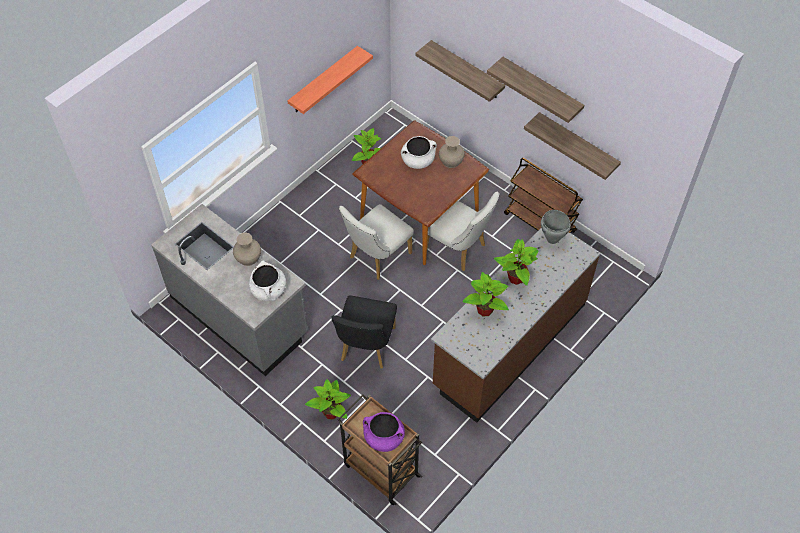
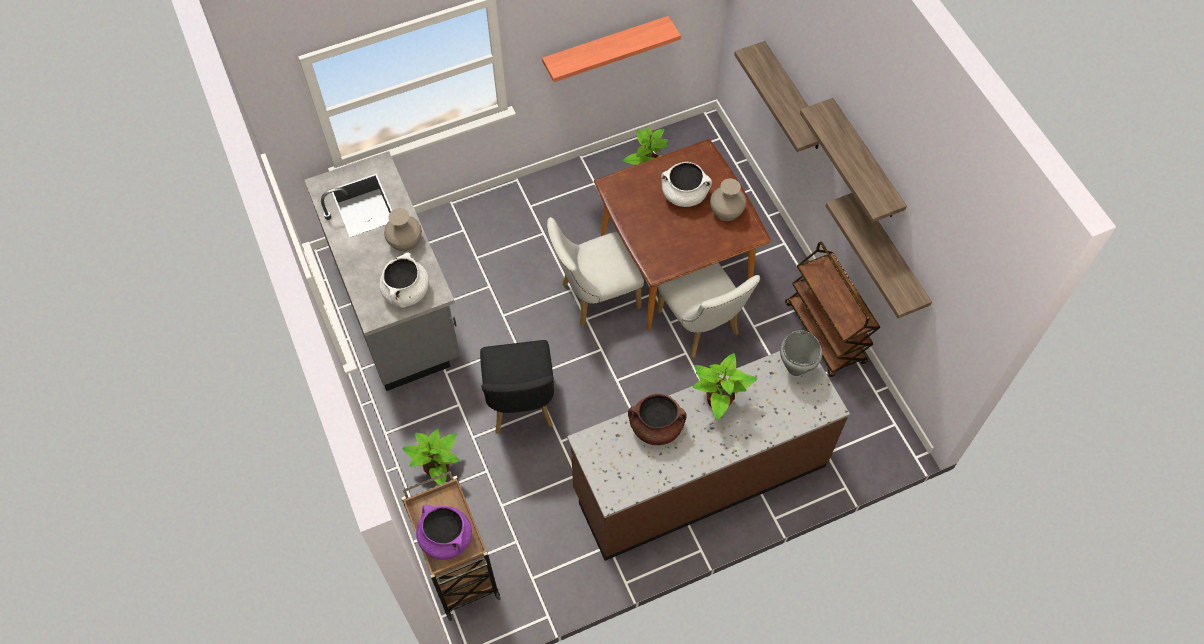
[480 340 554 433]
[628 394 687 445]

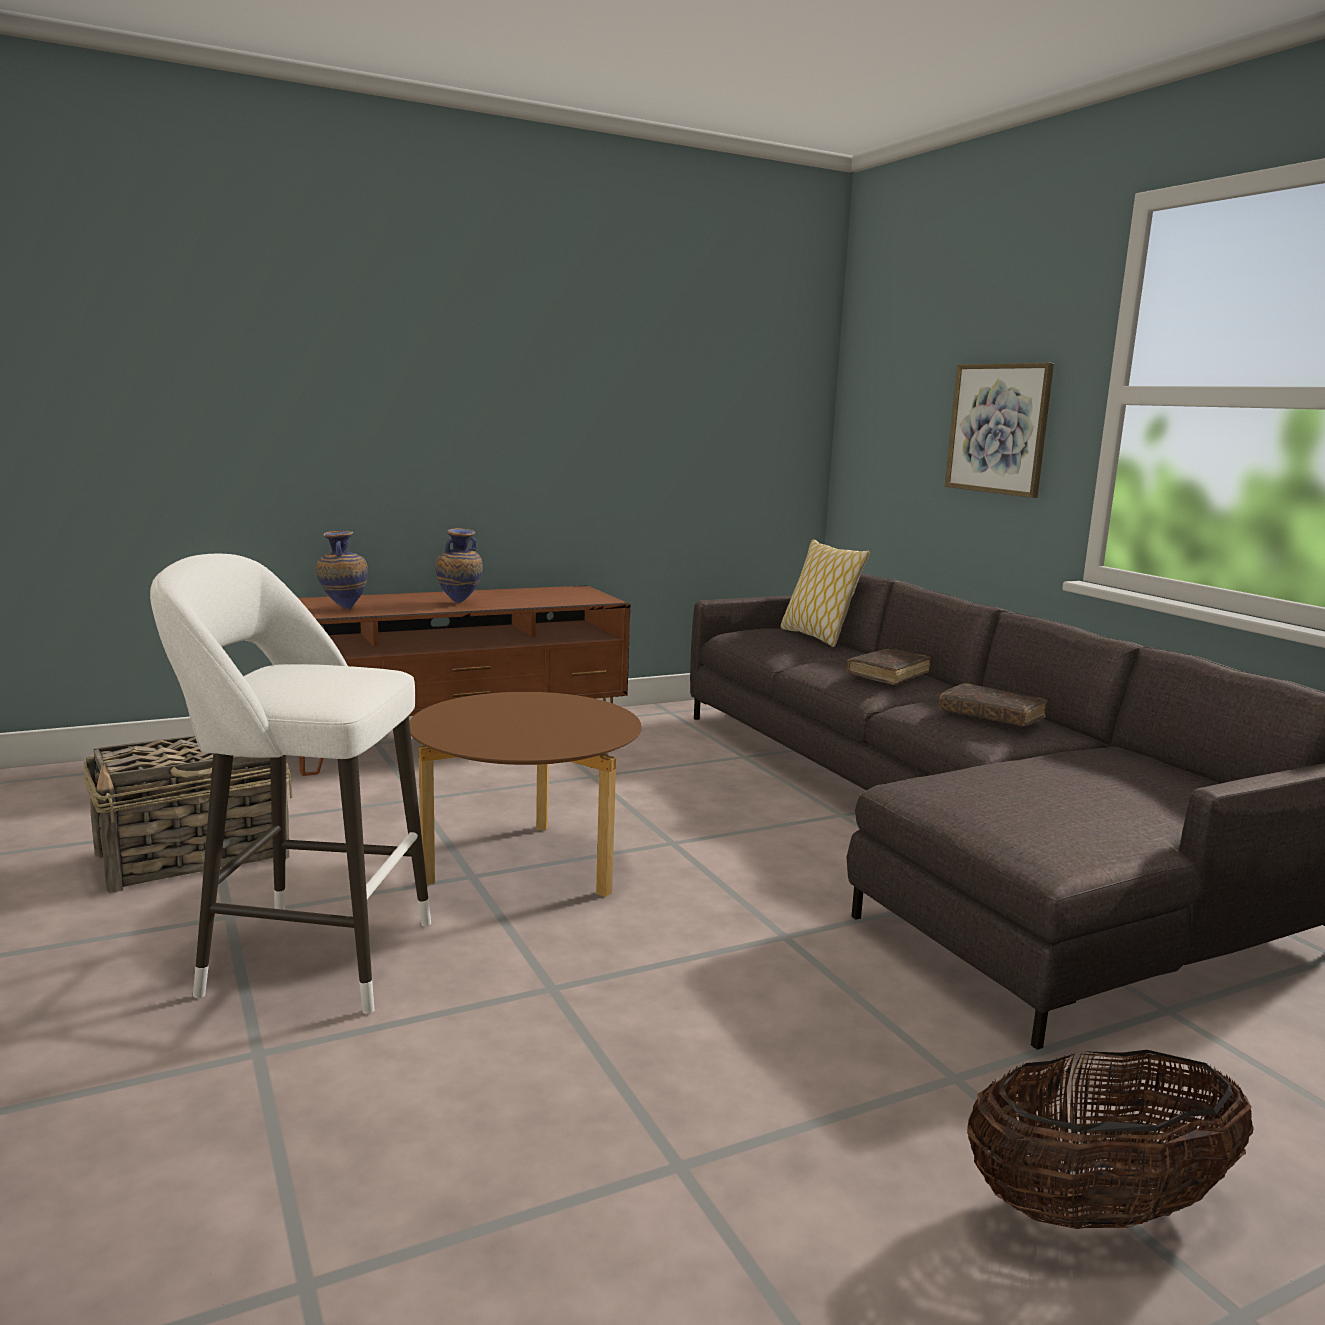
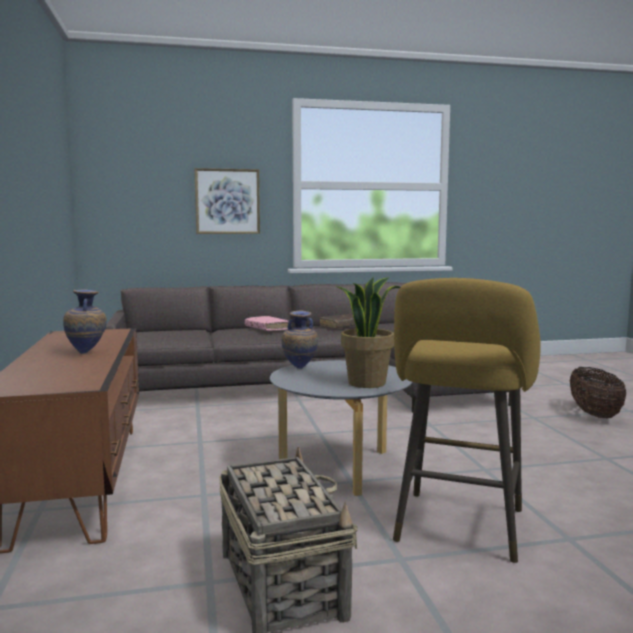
[245 316 289 331]
[270 360 412 496]
[281 310 318 369]
[335 277 400 388]
[393 278 541 563]
[781 539 870 647] (first image)

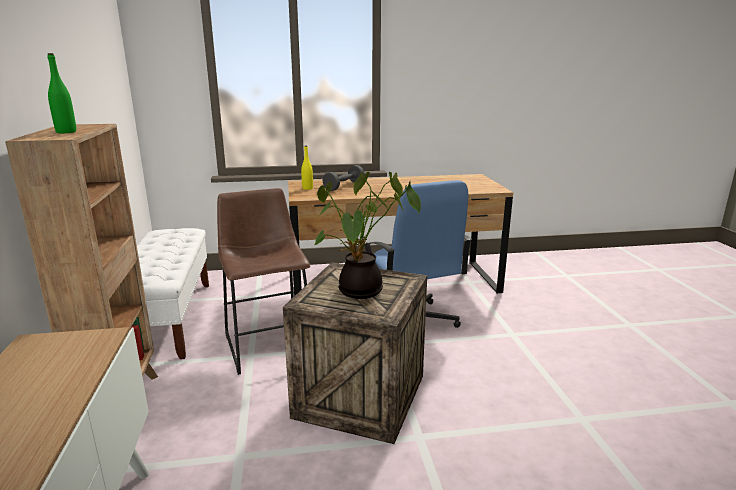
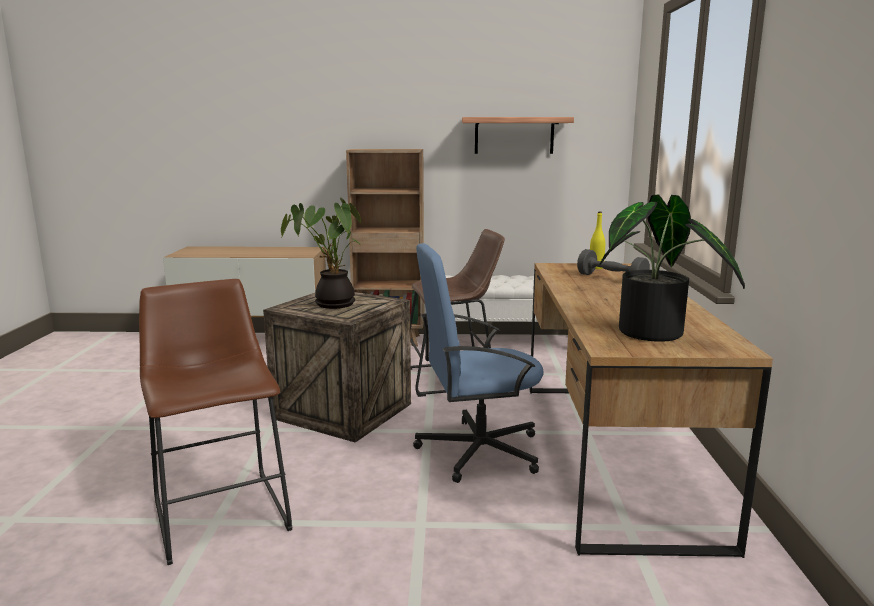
[139 279 293 565]
[462 117 574 154]
[599 194 745 342]
[47 53 76 133] (first image)

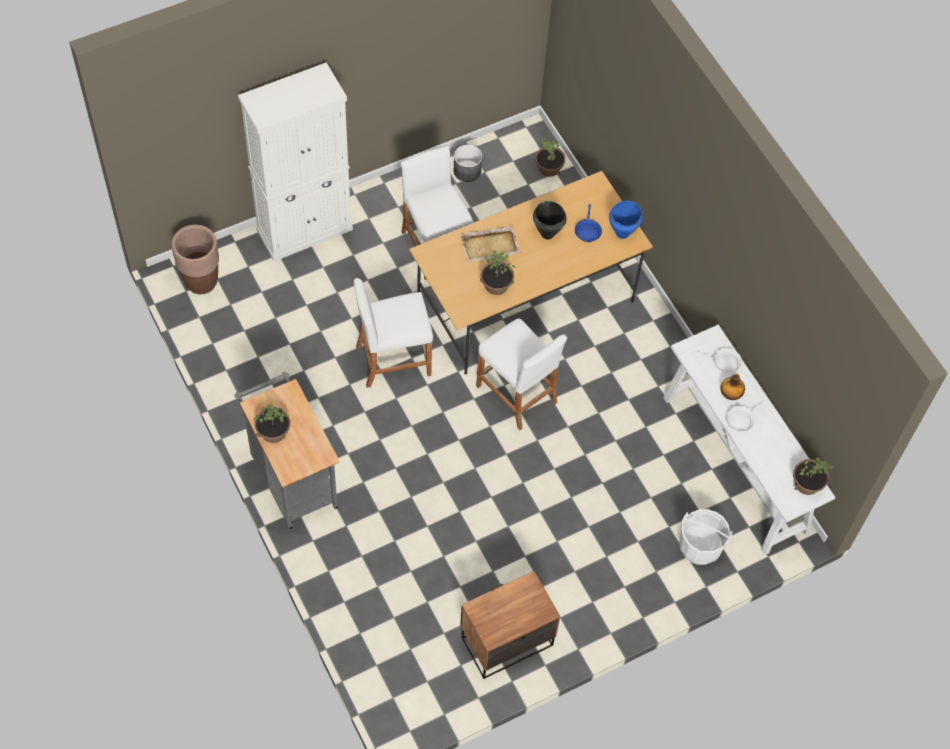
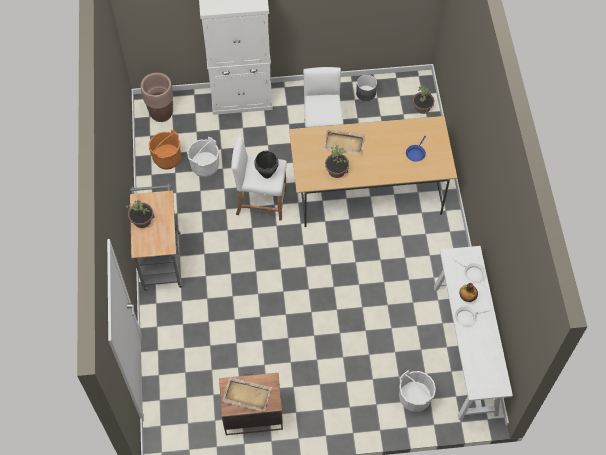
[149 130 181 170]
[187 137 219 177]
[222 377 272 412]
[254 151 279 178]
[476 318 567 430] (first image)
[609 200 643 239] (first image)
[793 458 834 495] (first image)

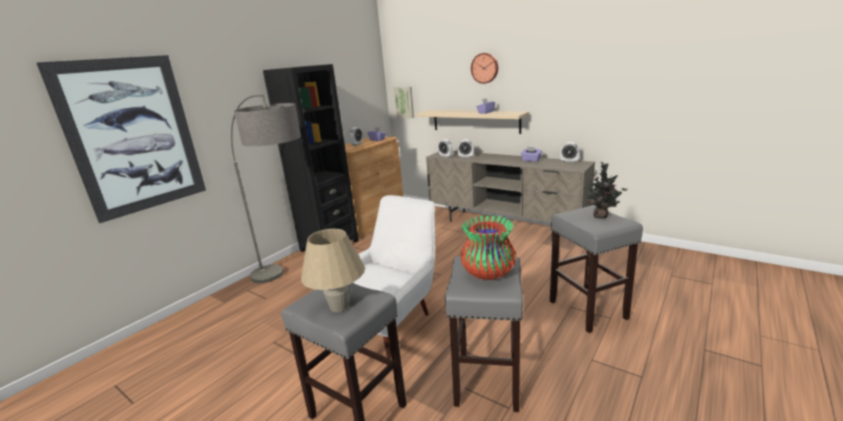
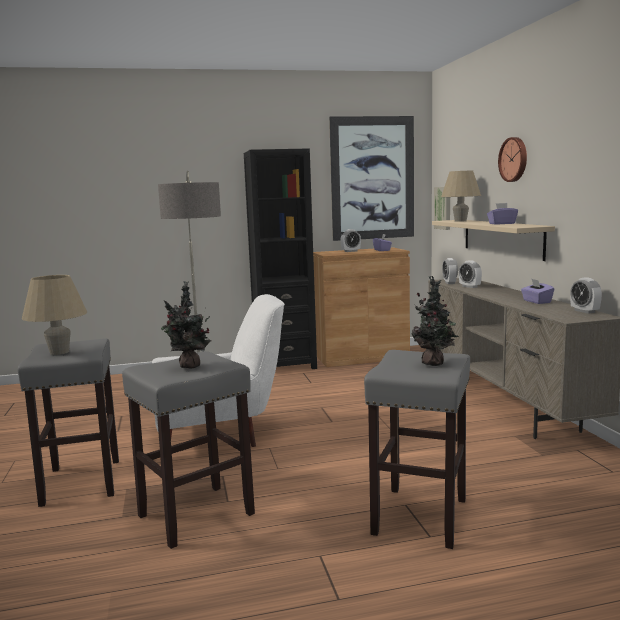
[161 281 211 369]
[329 116 414 241]
[441 171 481 222]

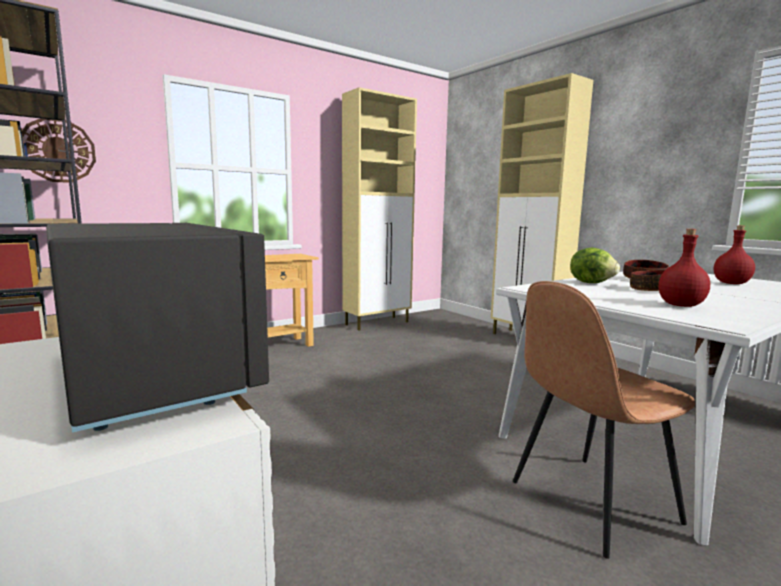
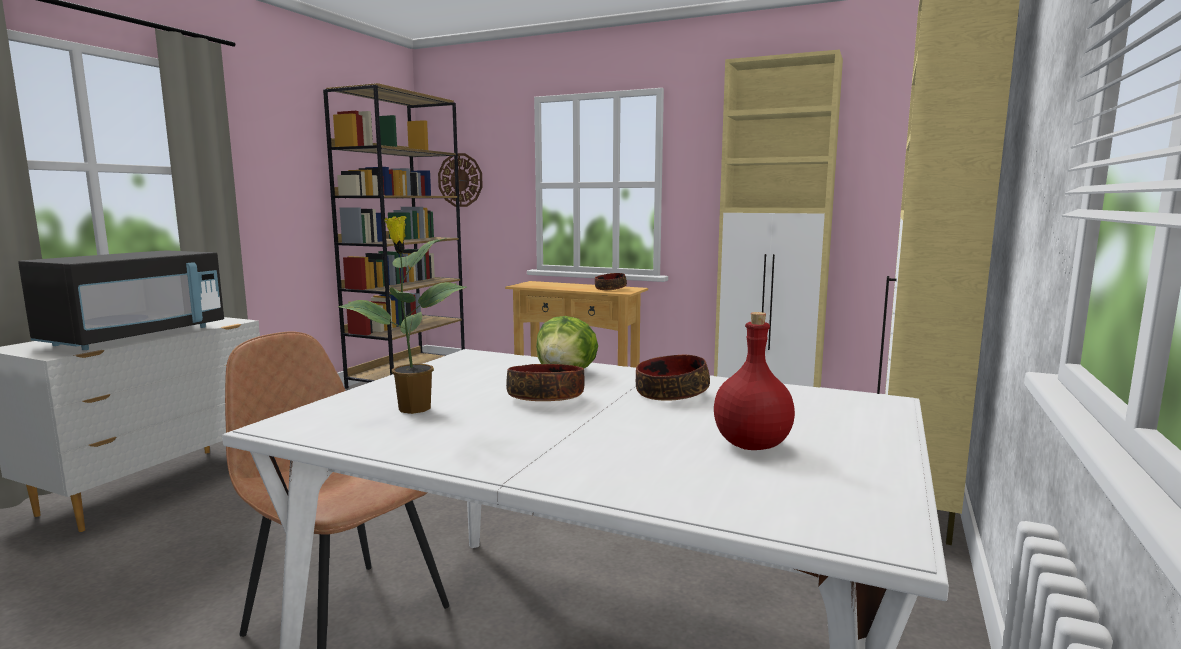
[337 216 466 414]
[595 273 627 290]

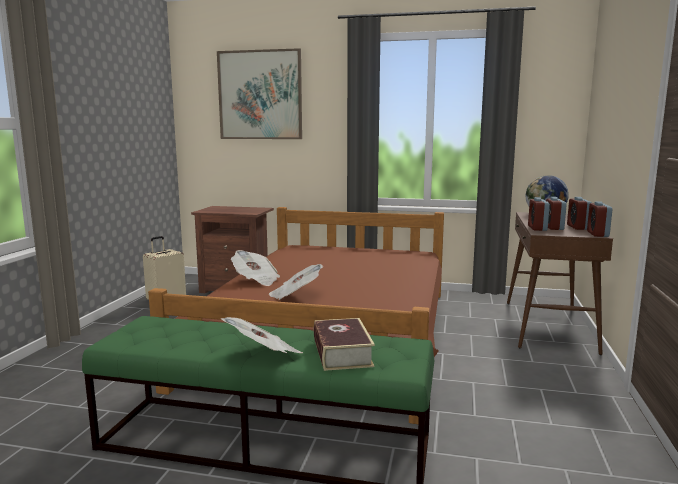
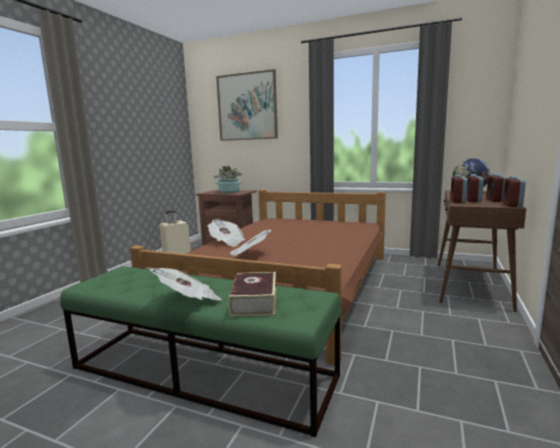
[213 166 243 193]

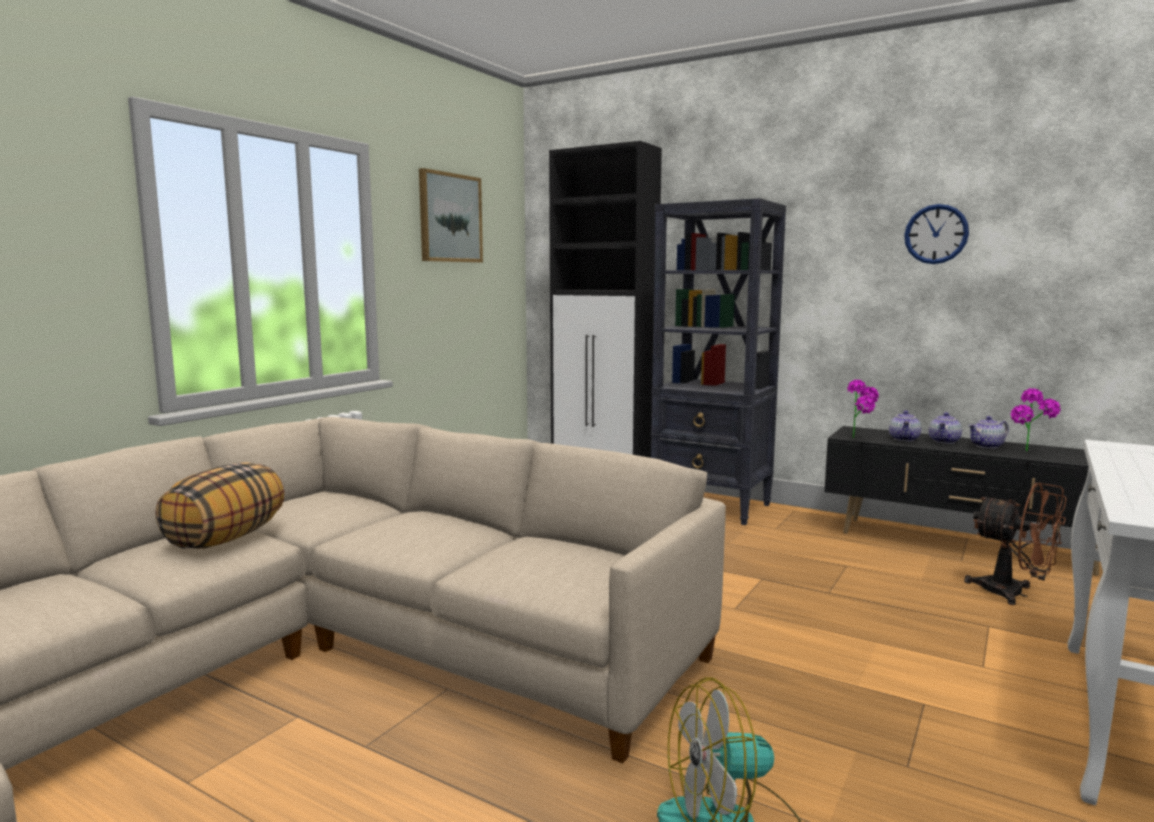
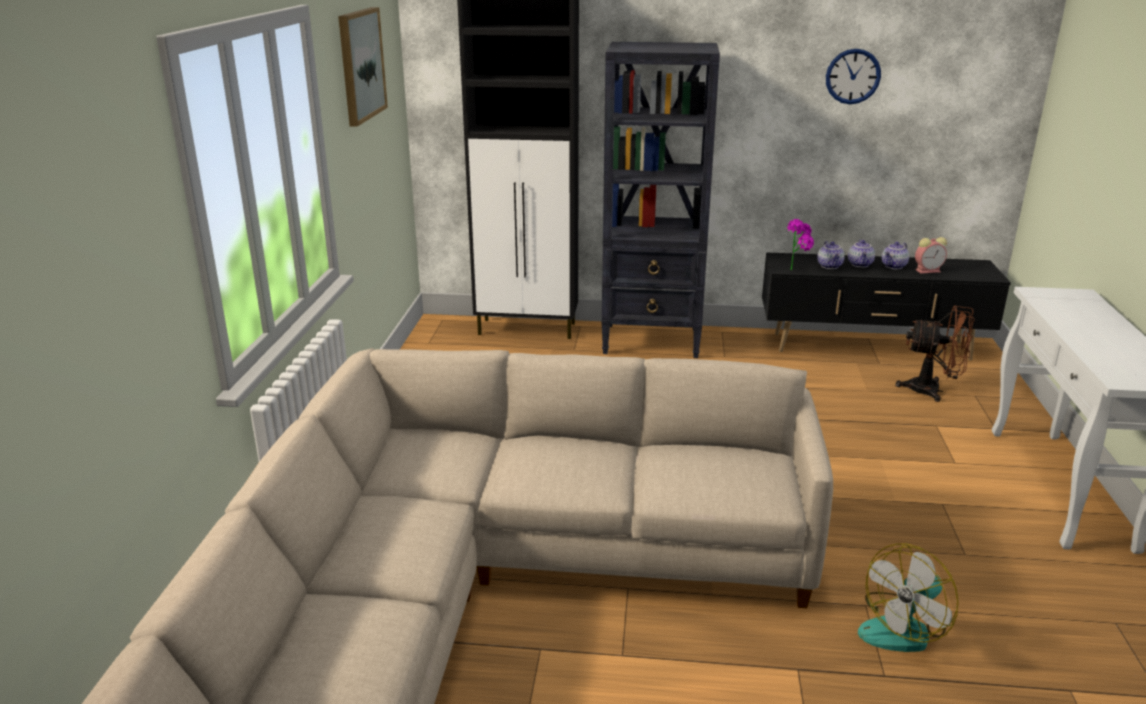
[915 237 947 274]
[155 462 284 549] (first image)

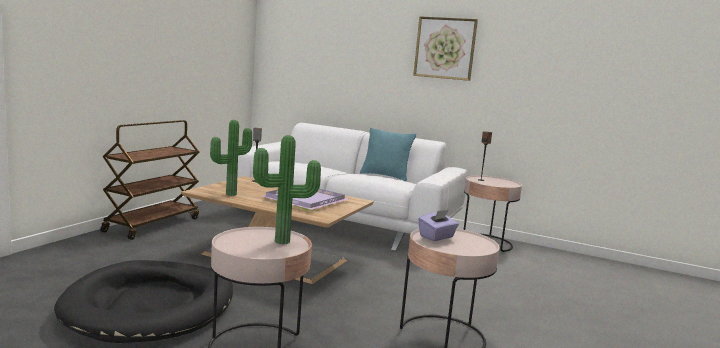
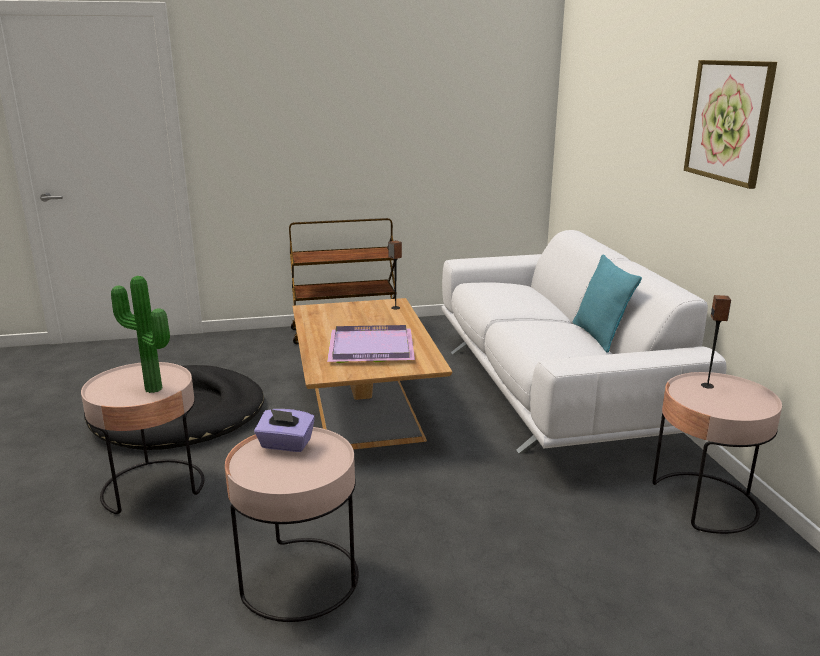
[210 120 252 196] (first image)

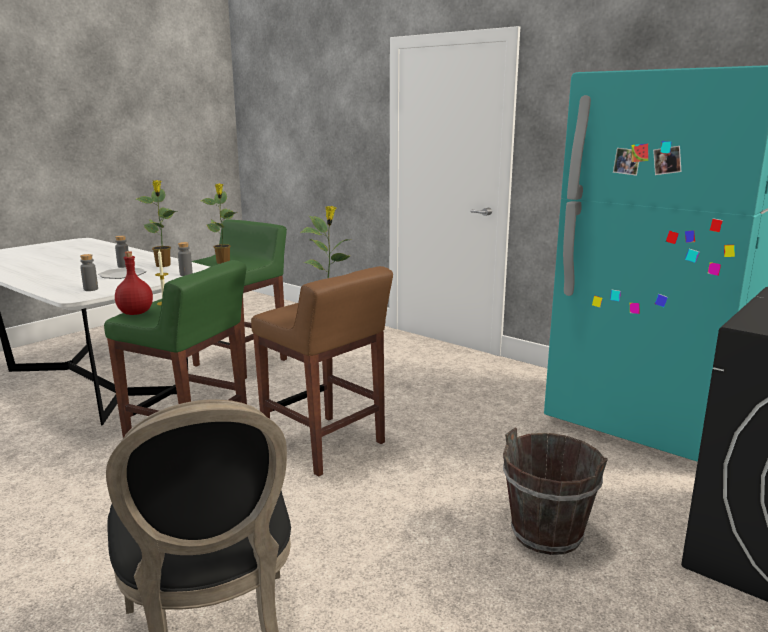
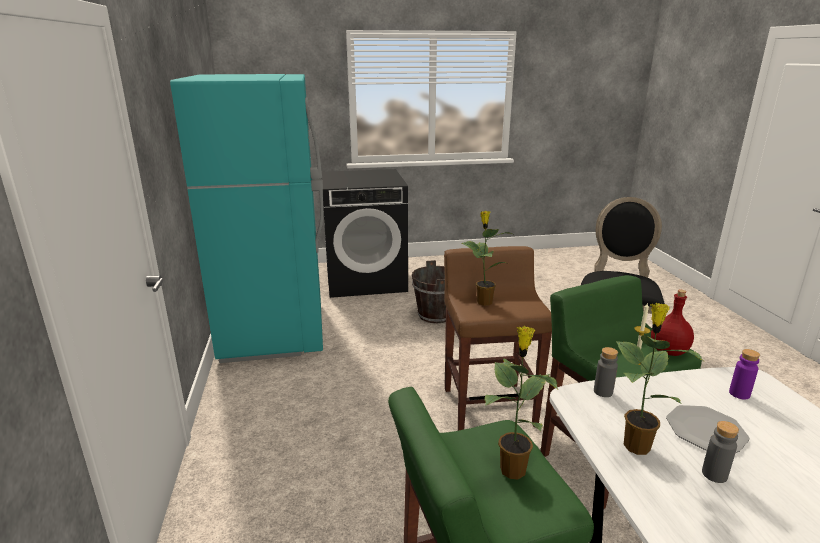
[729 349 760 399]

